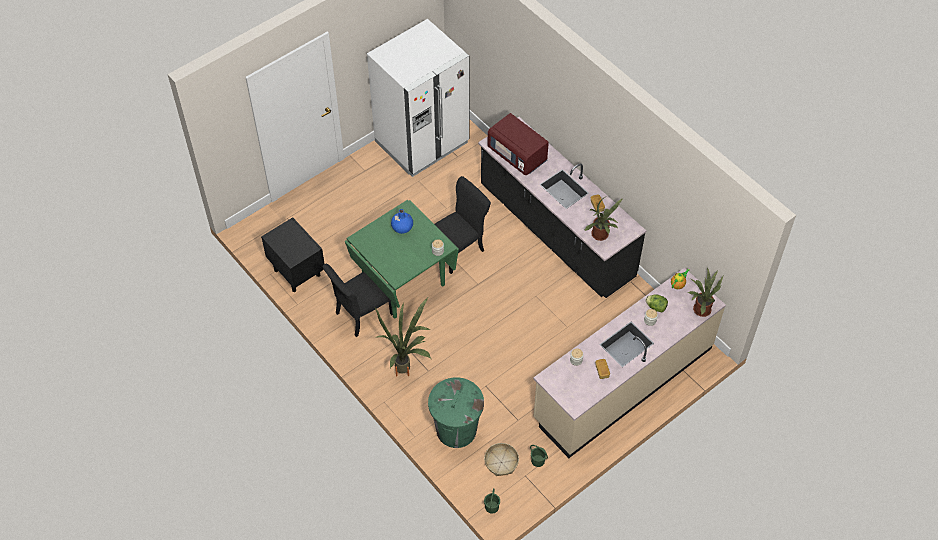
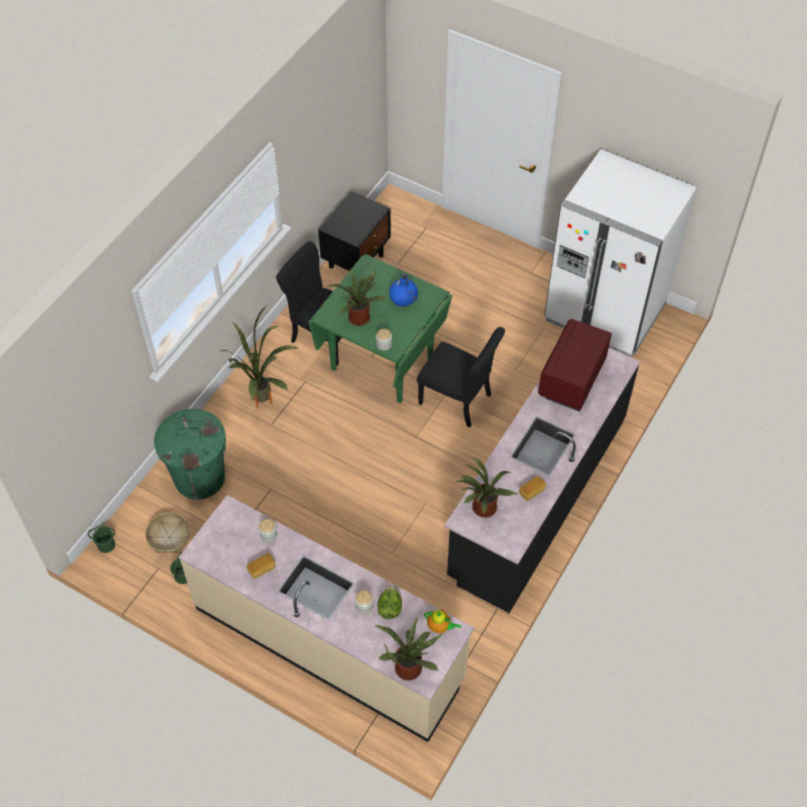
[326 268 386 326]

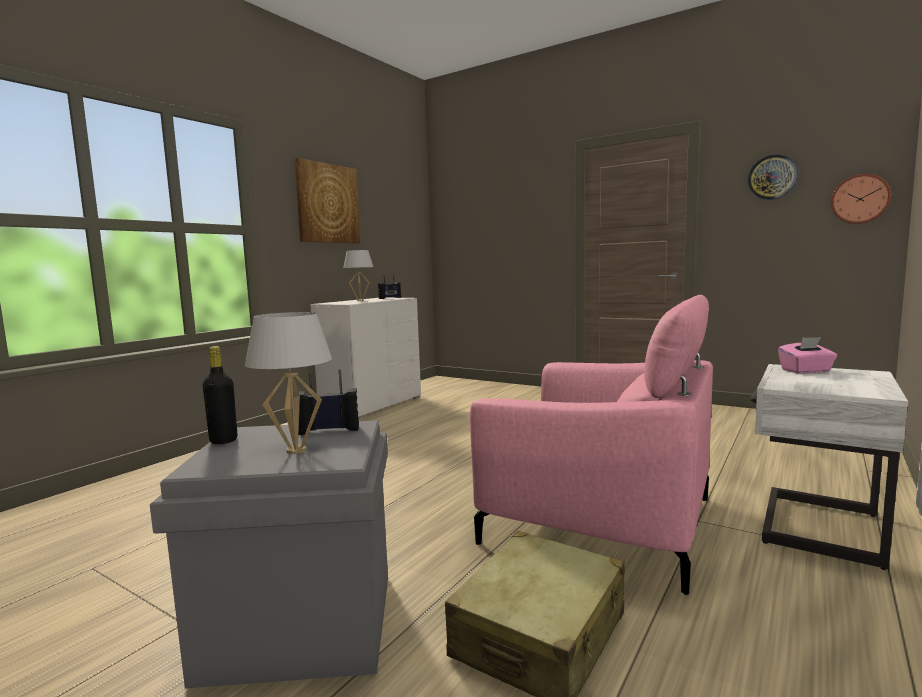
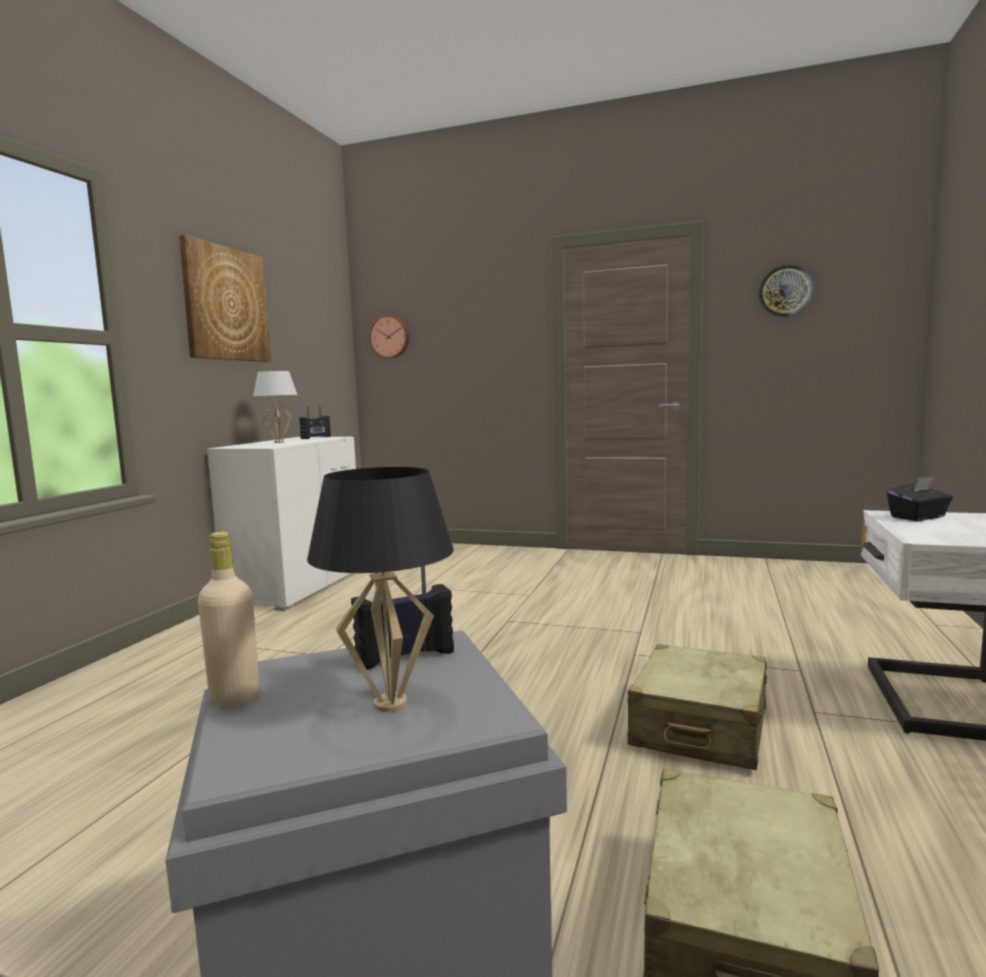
[198 532 259 706]
[307 467 454 712]
[369 315 409 359]
[628 644 767 770]
[887 476 953 521]

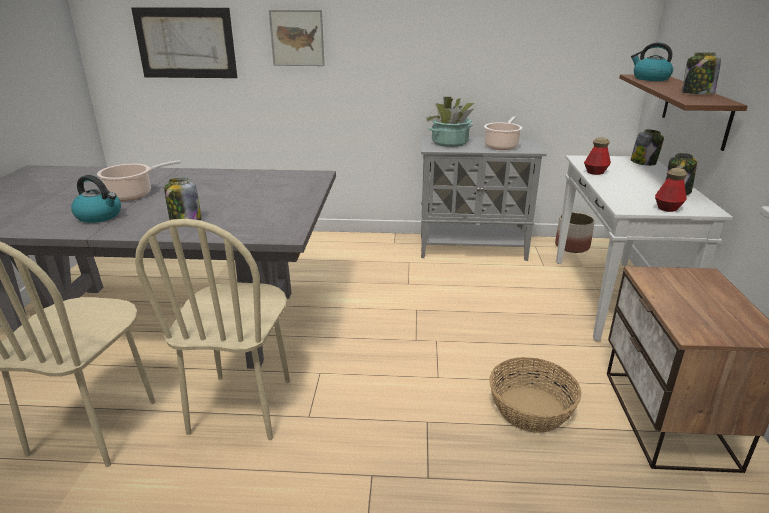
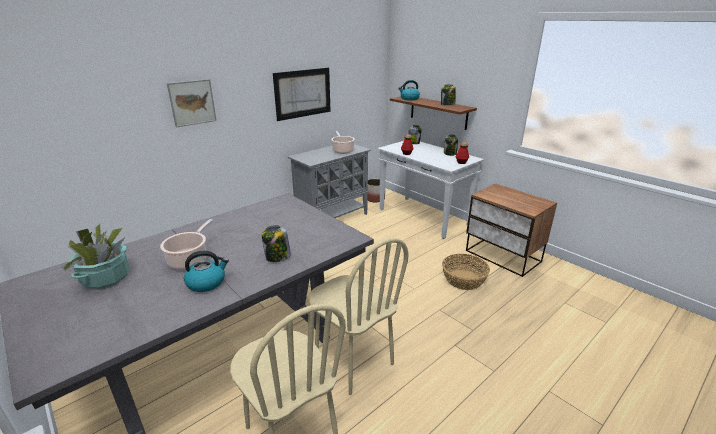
[61 224 130 289]
[273 68 331 121]

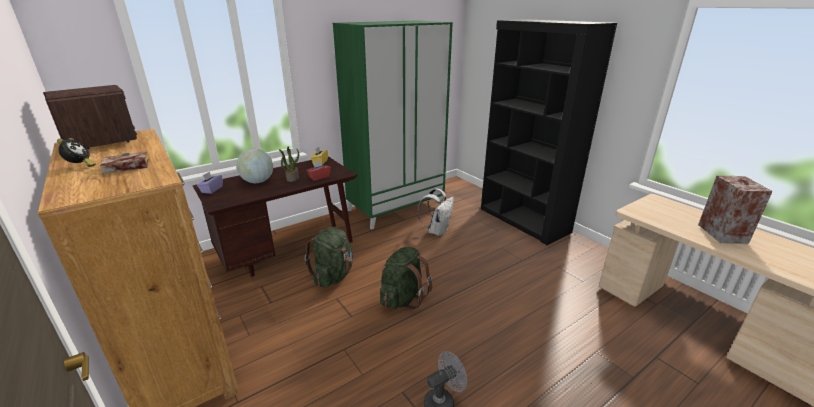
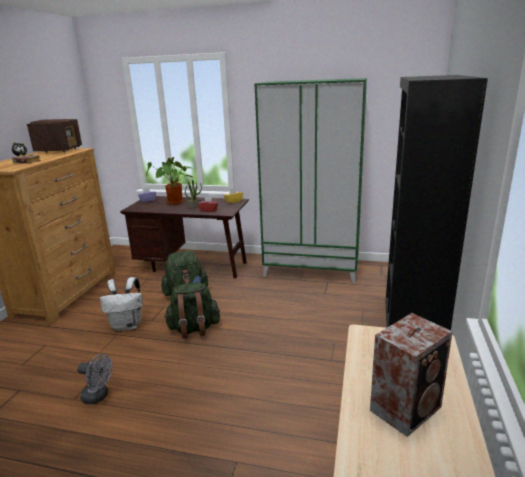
[100 277 143 331]
[146 157 193 204]

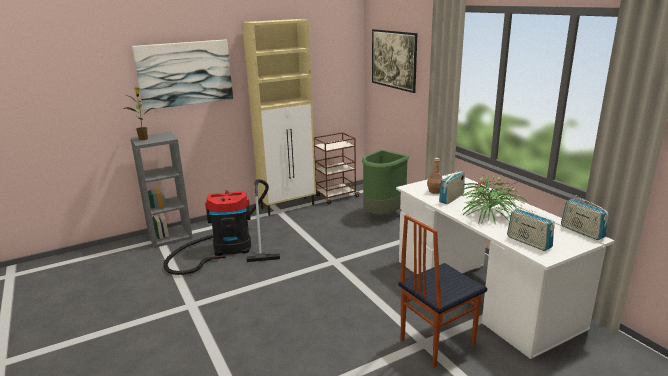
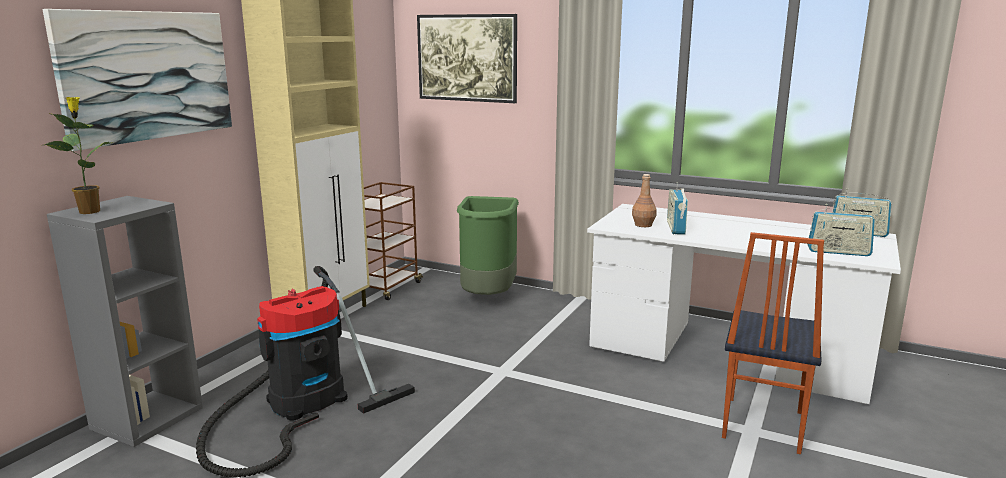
[456 175 527 225] (first image)

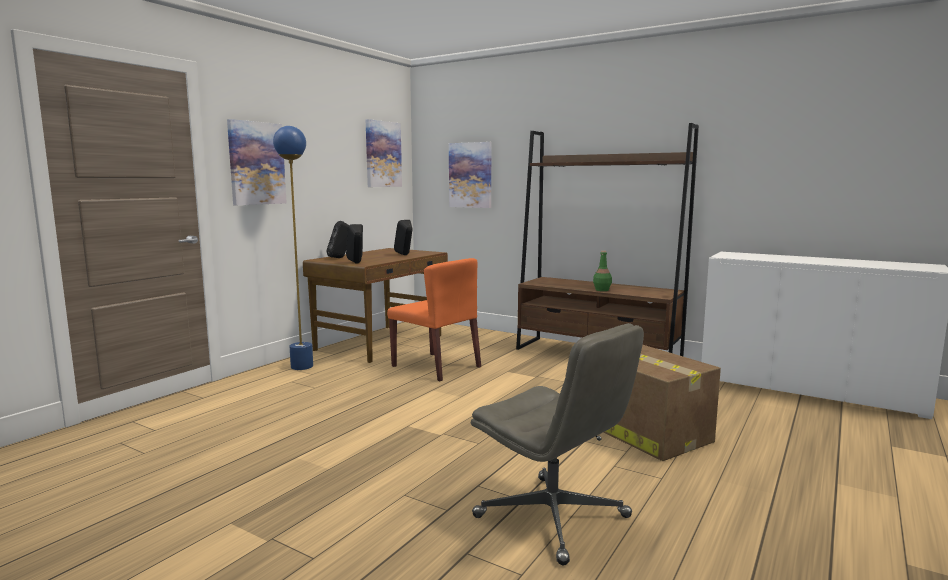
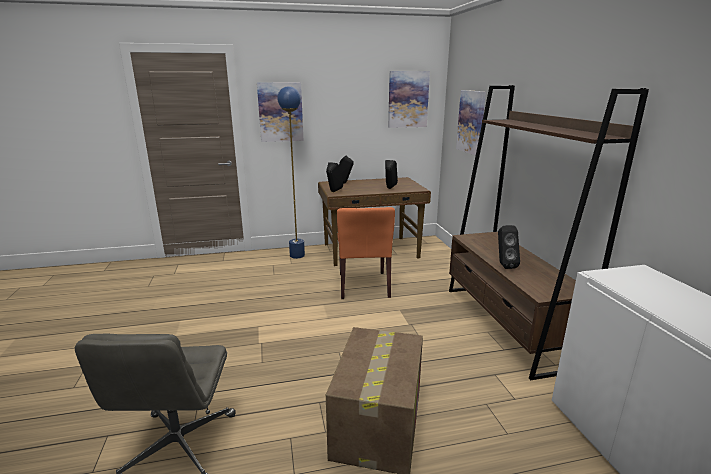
[498 225 520 269]

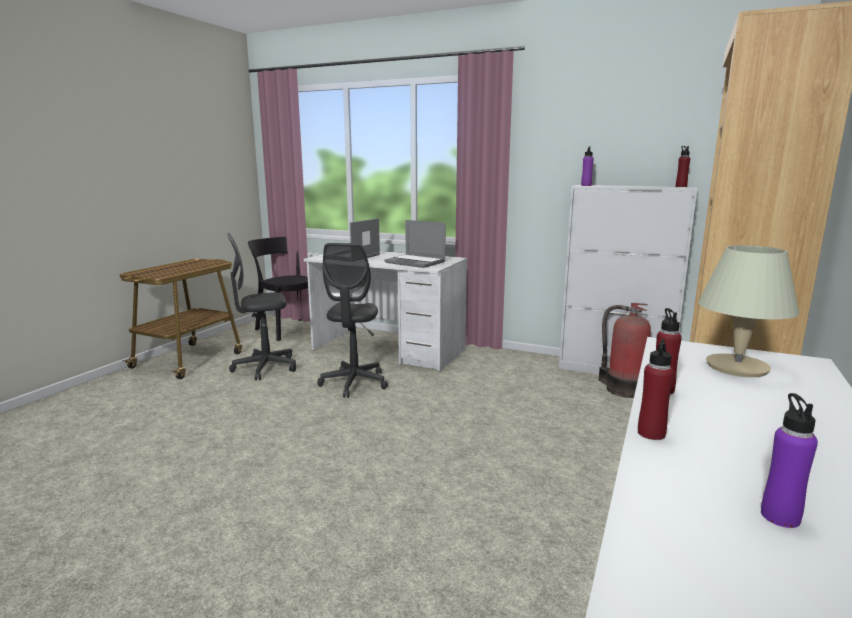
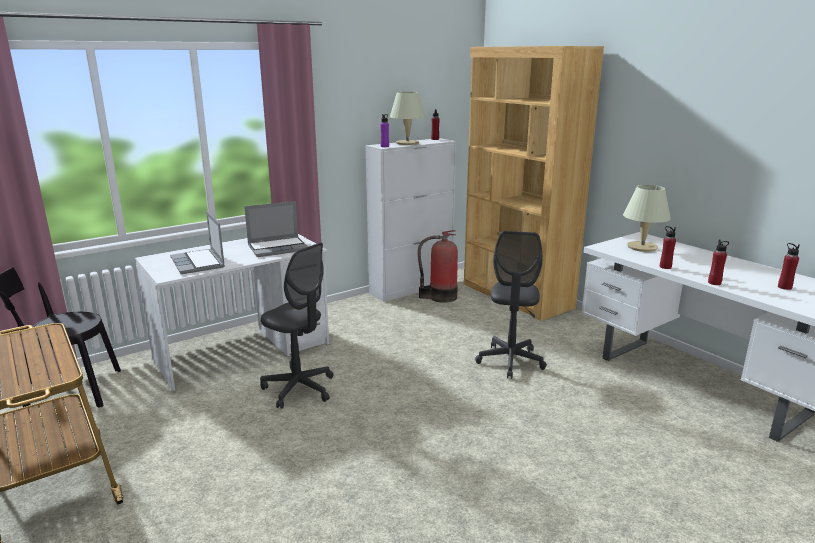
[390 92 425 145]
[475 231 547 379]
[778 243 800 290]

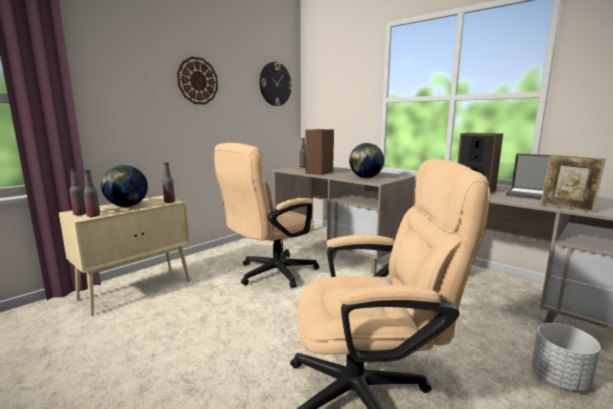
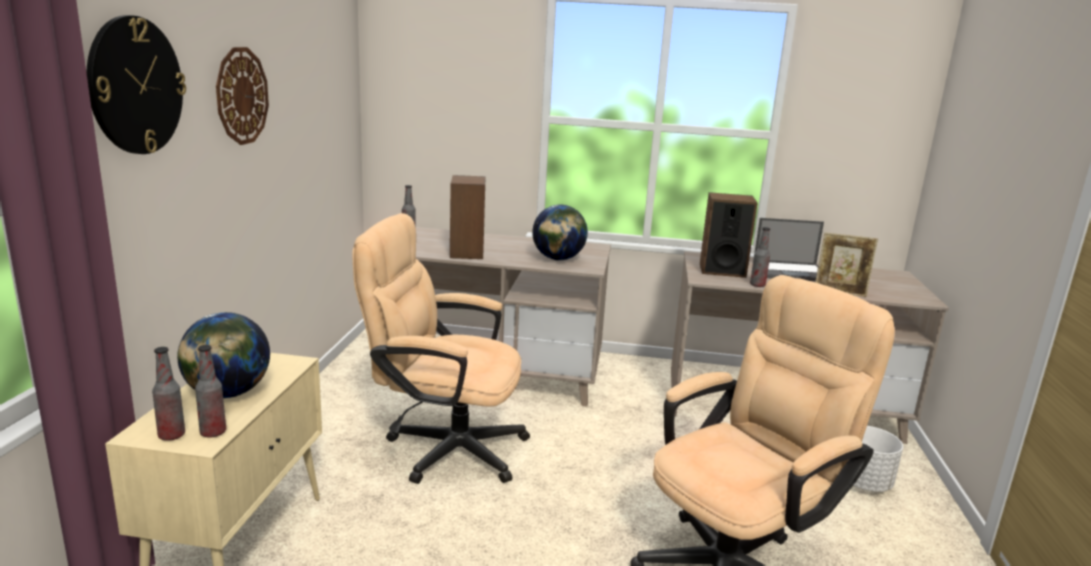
[86 15 186 154]
[352 213 530 484]
[750 227 770 287]

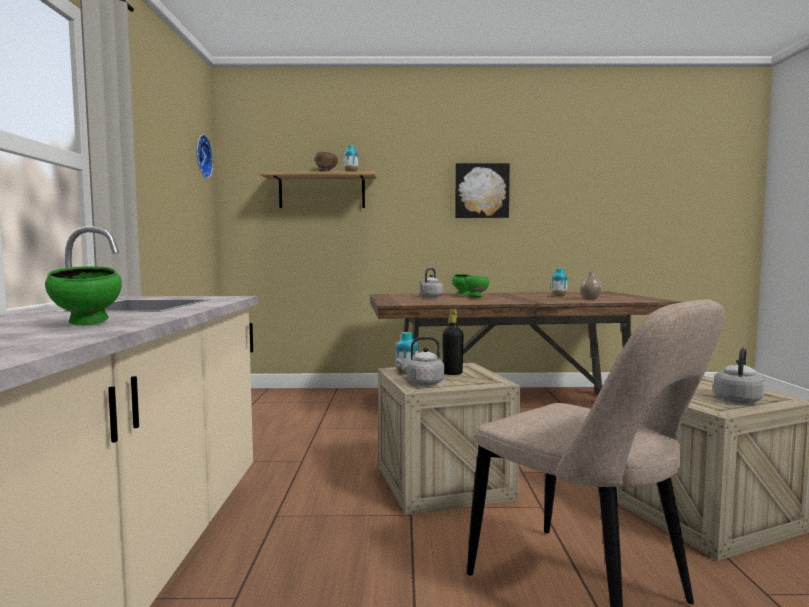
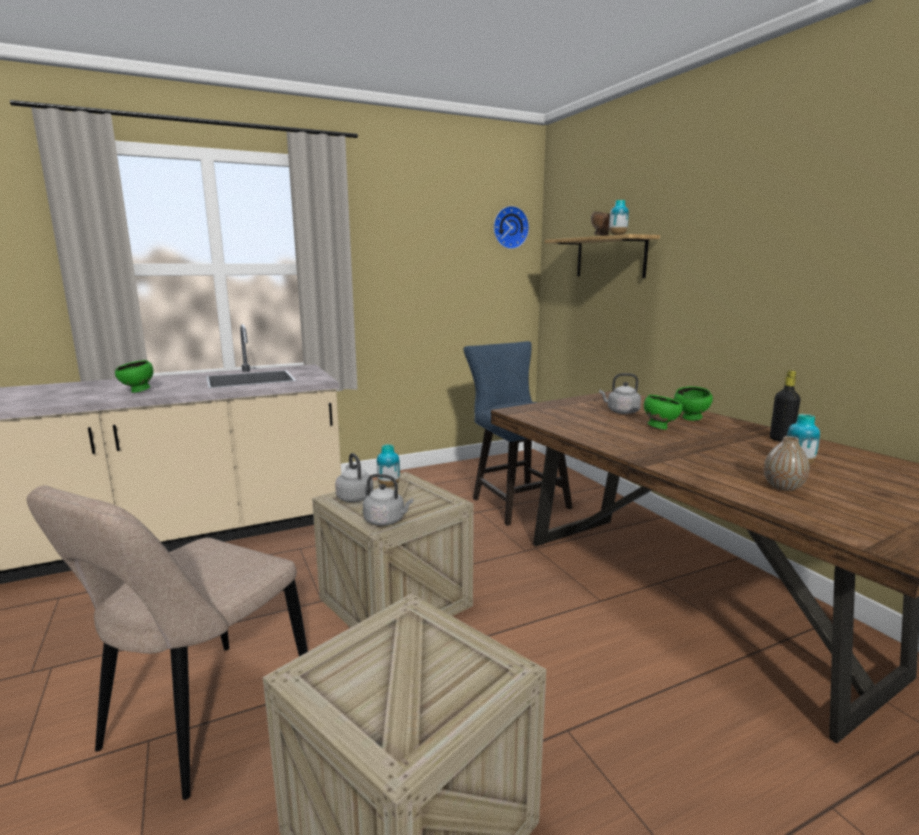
[363 474 413 526]
[463 341 572 526]
[770 370 801 442]
[455 163 510 218] (first image)

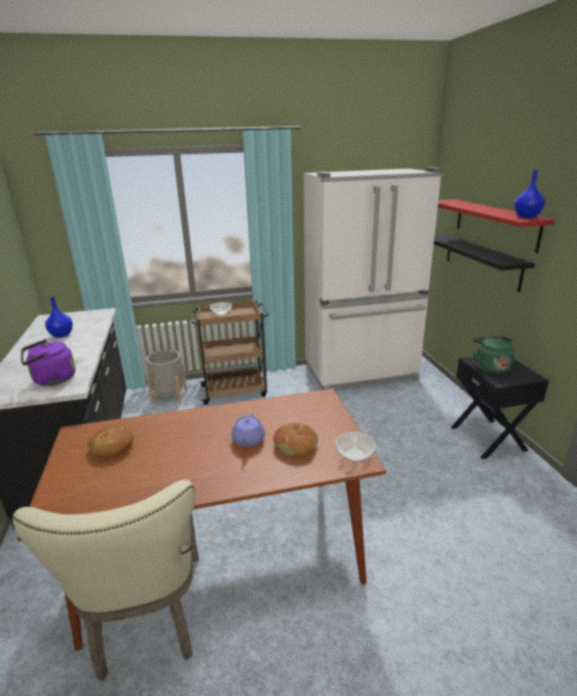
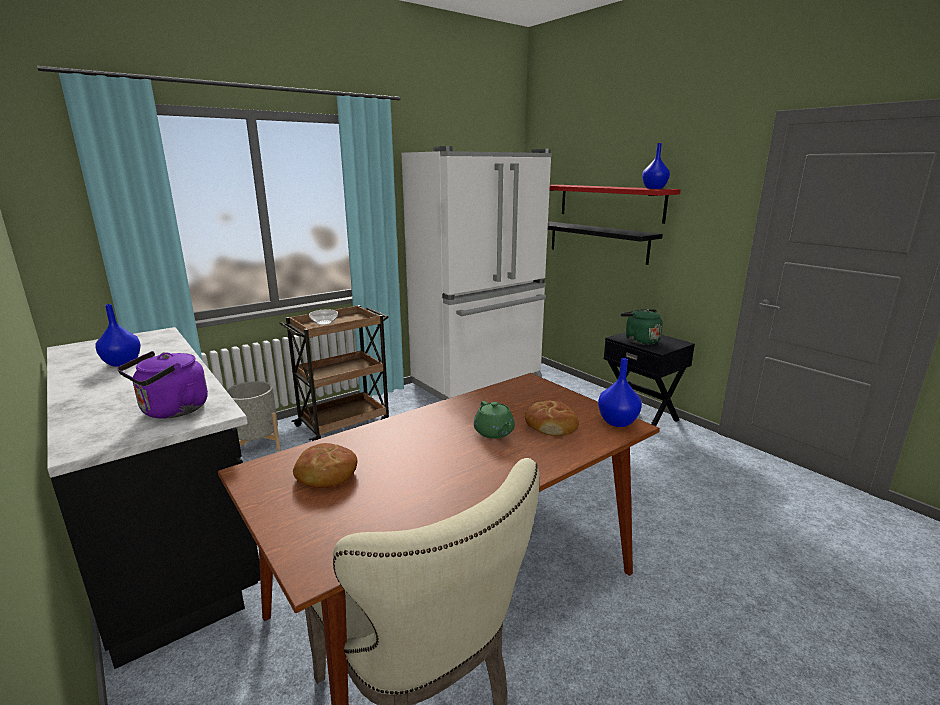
[474 401 515 439]
[598 358 642 427]

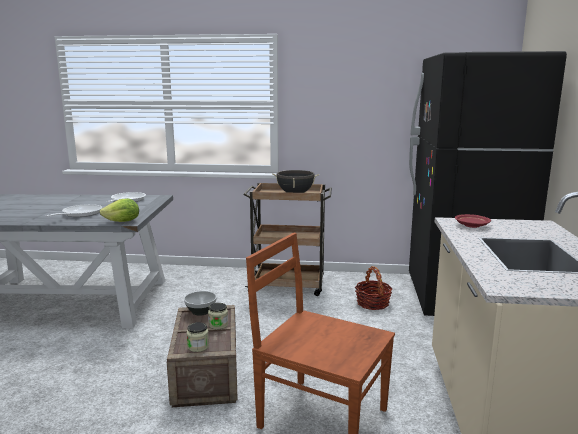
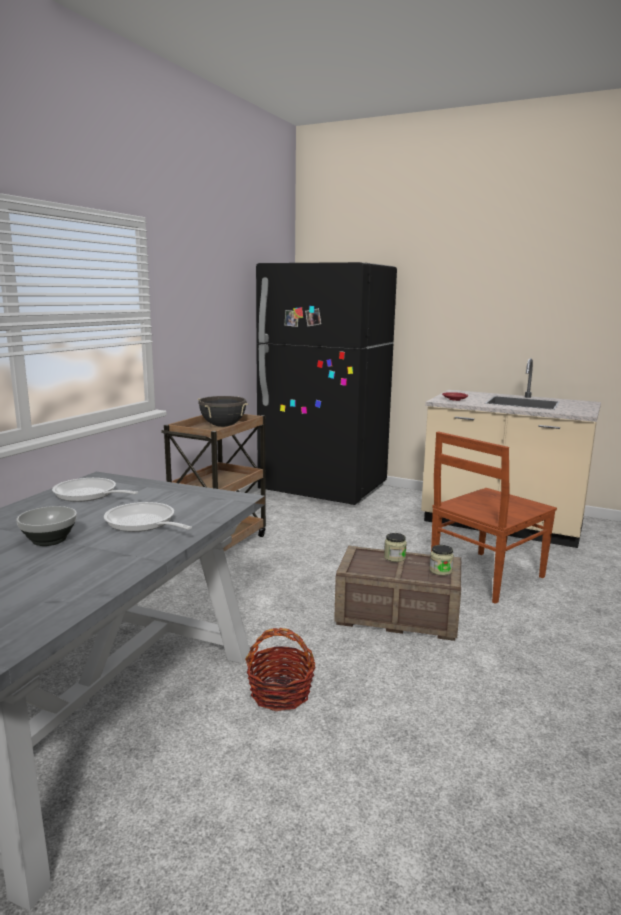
[16 506 77 546]
[245 628 316 711]
[100 198 139 222] (first image)

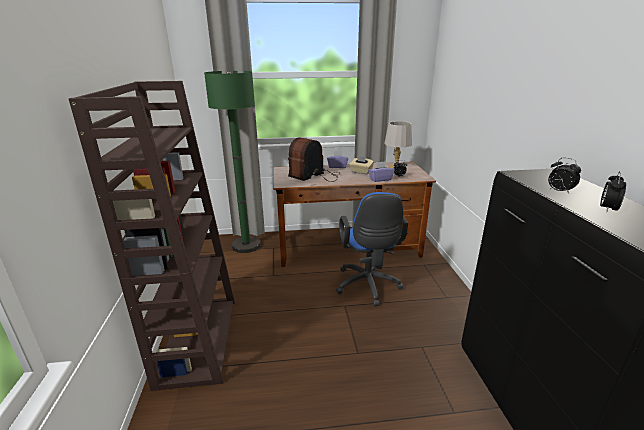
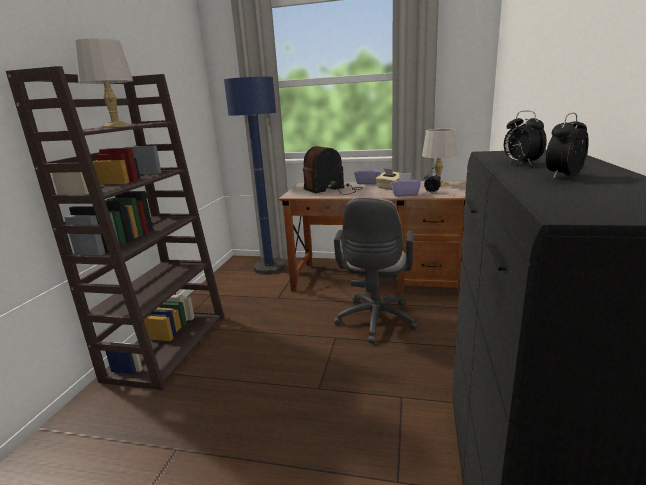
[74 38 133 128]
[224 77 285 275]
[334 197 418 344]

